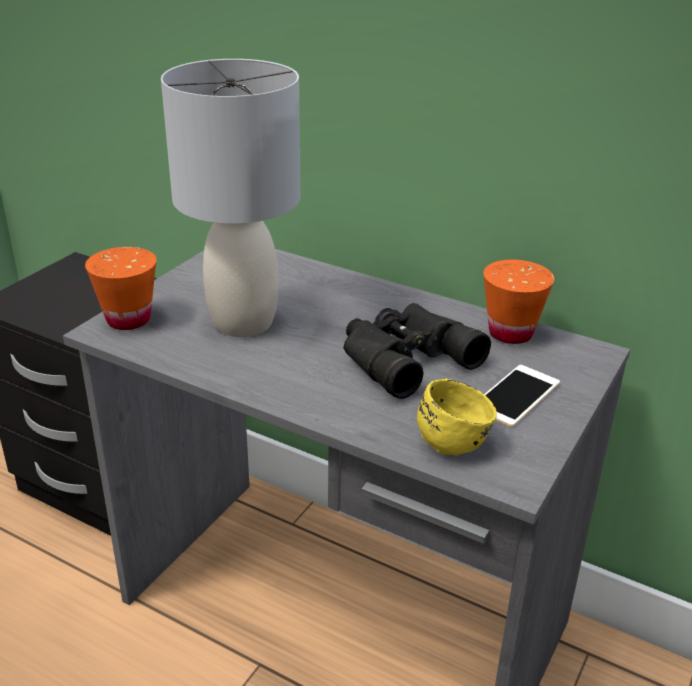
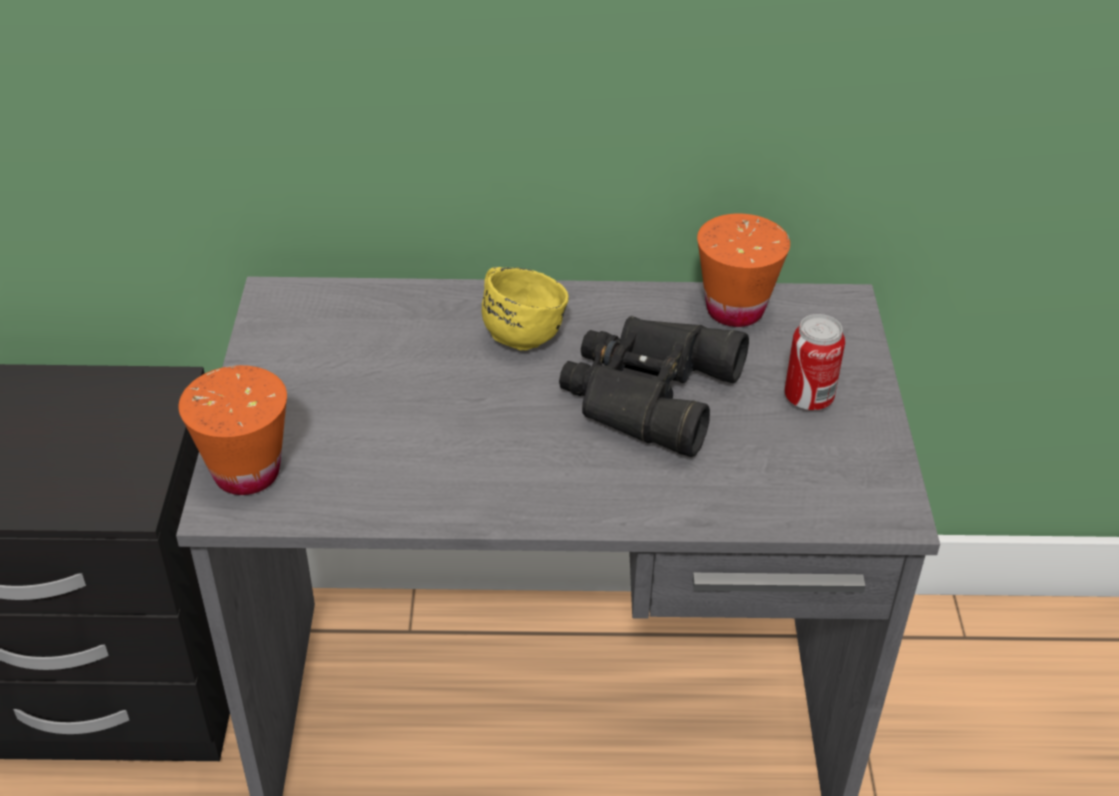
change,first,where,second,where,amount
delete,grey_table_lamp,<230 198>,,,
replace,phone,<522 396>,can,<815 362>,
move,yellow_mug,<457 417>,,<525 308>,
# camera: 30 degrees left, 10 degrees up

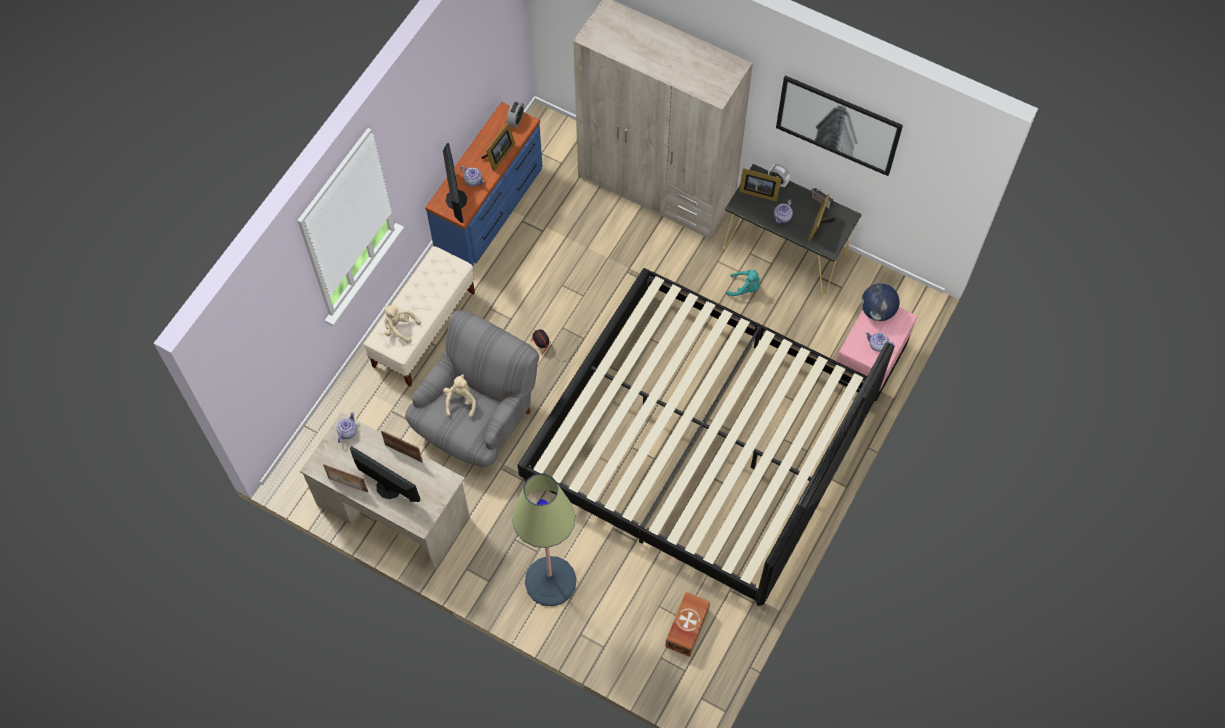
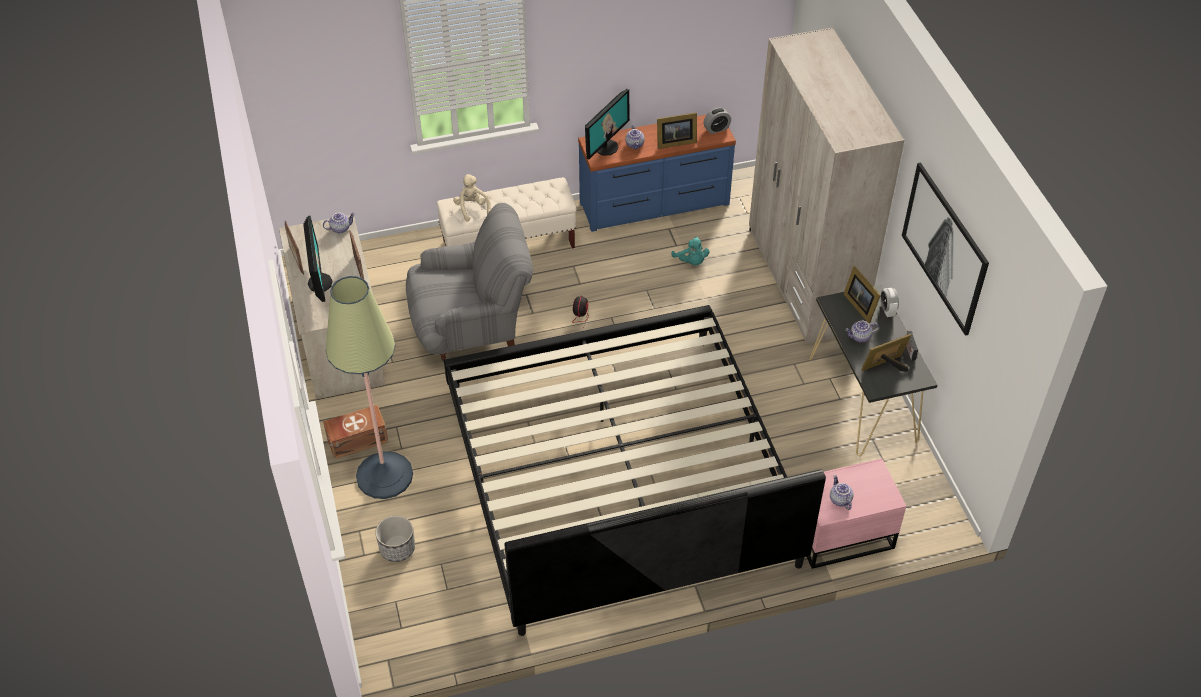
change,first,where,second,where,amount
move,turquoise_plush_toy,<743 282>,,<690 251>,
delete,globe,<880 302>,,,
delete,beige_plush_toy,<459 396>,,,
move,brown_storage_box,<687 624>,,<356 432>,
insert,,,planter,<395 538>,
# camera: 45 degrees right, 15 degrees down

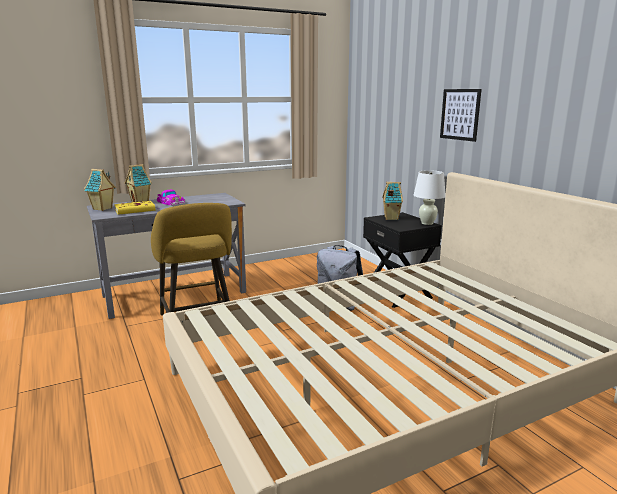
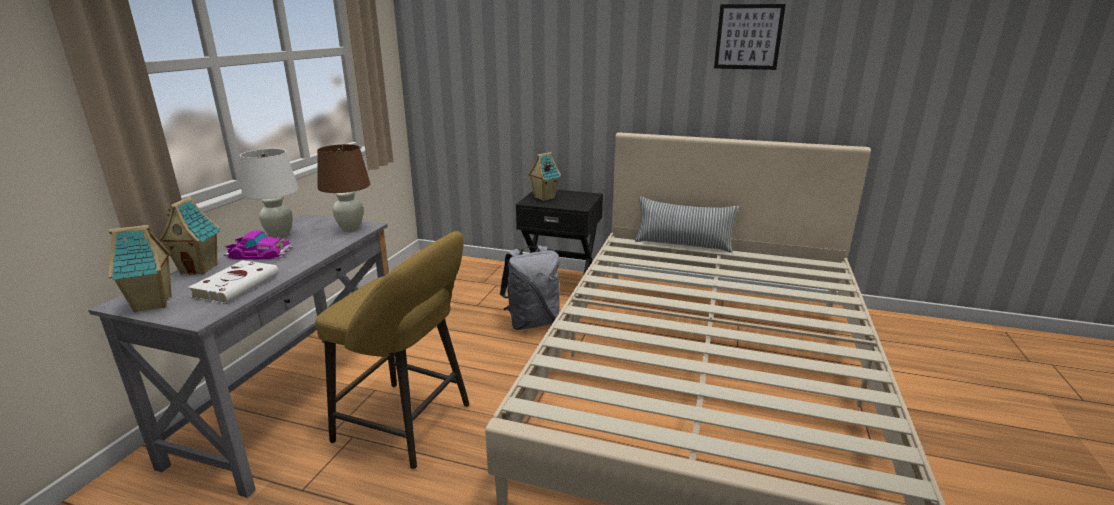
change,first,where,second,where,amount
move,picture,<461 115>,,<750 37>,
move,white_table_lamp,<429 197>,,<269 194>,
recolor,yellow_book,<137 208>,white_book,<233 282>,
insert,,,brown_table_lamp,<343 188>,
insert,,,pillow,<687 225>,
# camera: 45 degrees left, 5 degrees up

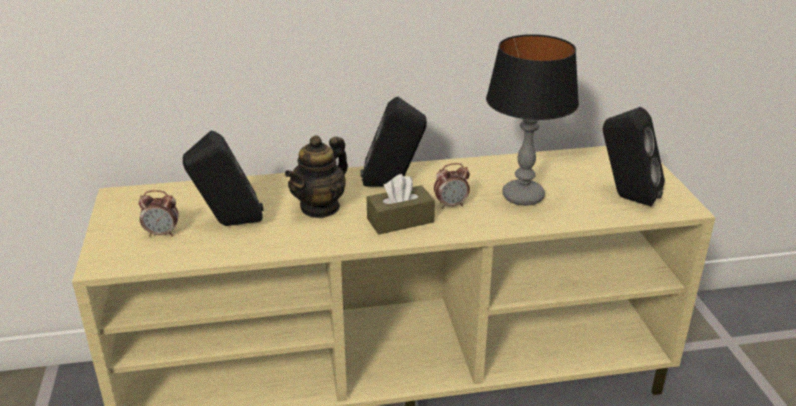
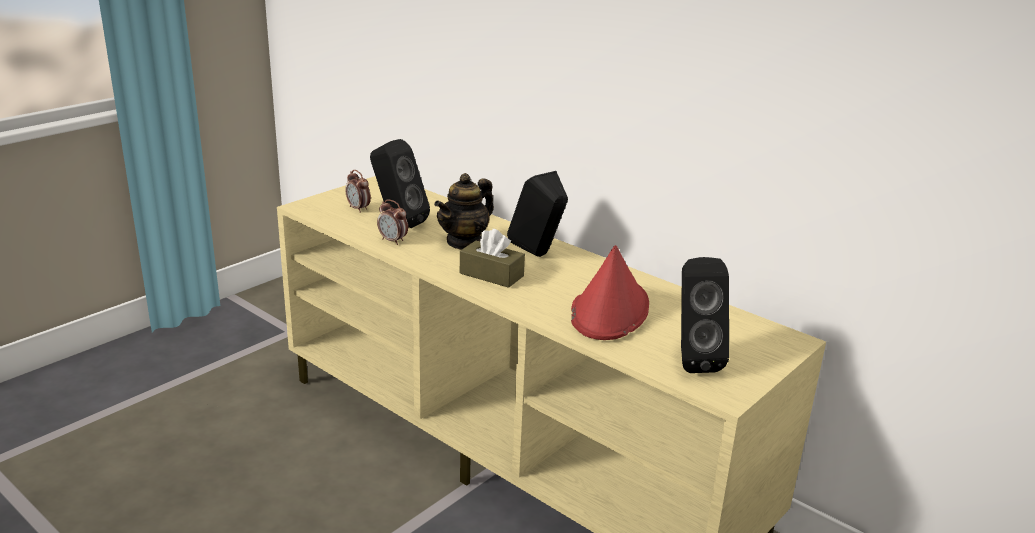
change,first,where,second,where,amount
replace,table_lamp,<532 120>,red_hat,<610 292>,
rotate,teapot,<316 176>,,<464 211>,45 degrees counterclockwise
move,alarm_clock,<452 186>,,<392 222>,
# camera: 50 degrees right, 5 degrees down

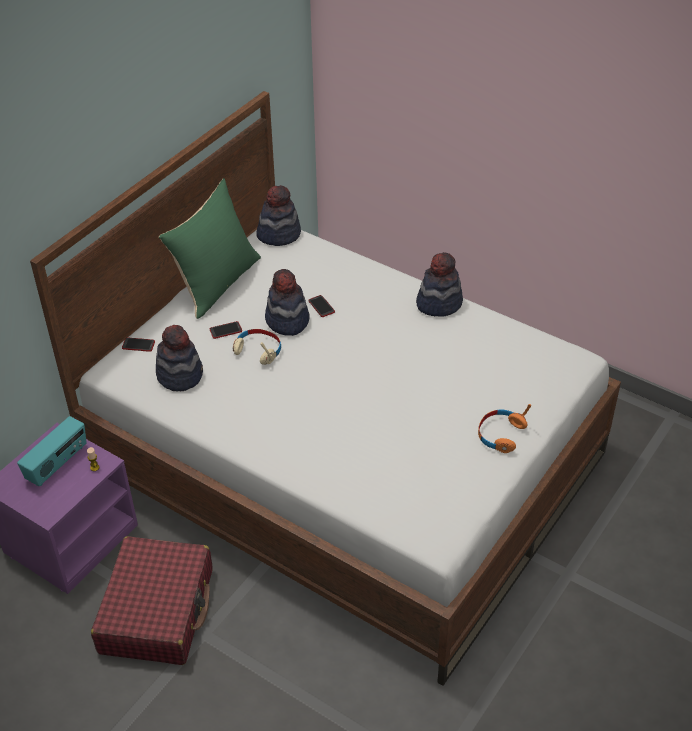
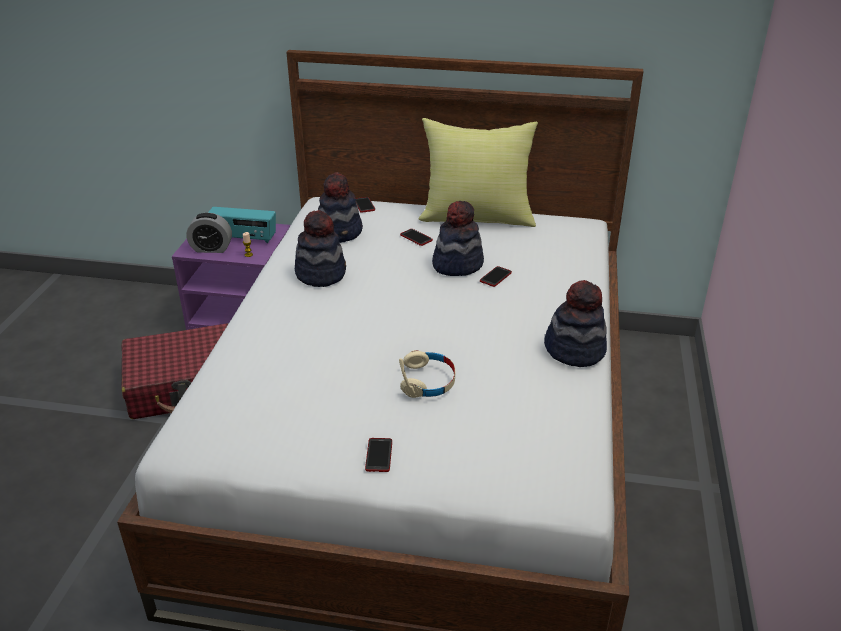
change,first,where,second,where,amount
recolor,green_pillow,<210 248>,yellow_pillow,<478 172>,
move,hat,<279 215>,,<320 248>,
move,beige_headphones,<257 347>,,<427 374>,
replace,orange_headphones,<504 428>,phone,<378 455>,
insert,,,alarm_clock,<209 233>,
# camera: 65 degrees right, 10 degrees down

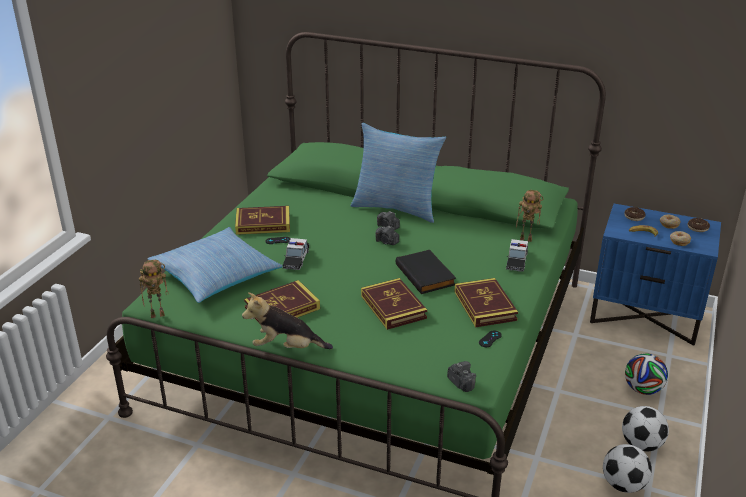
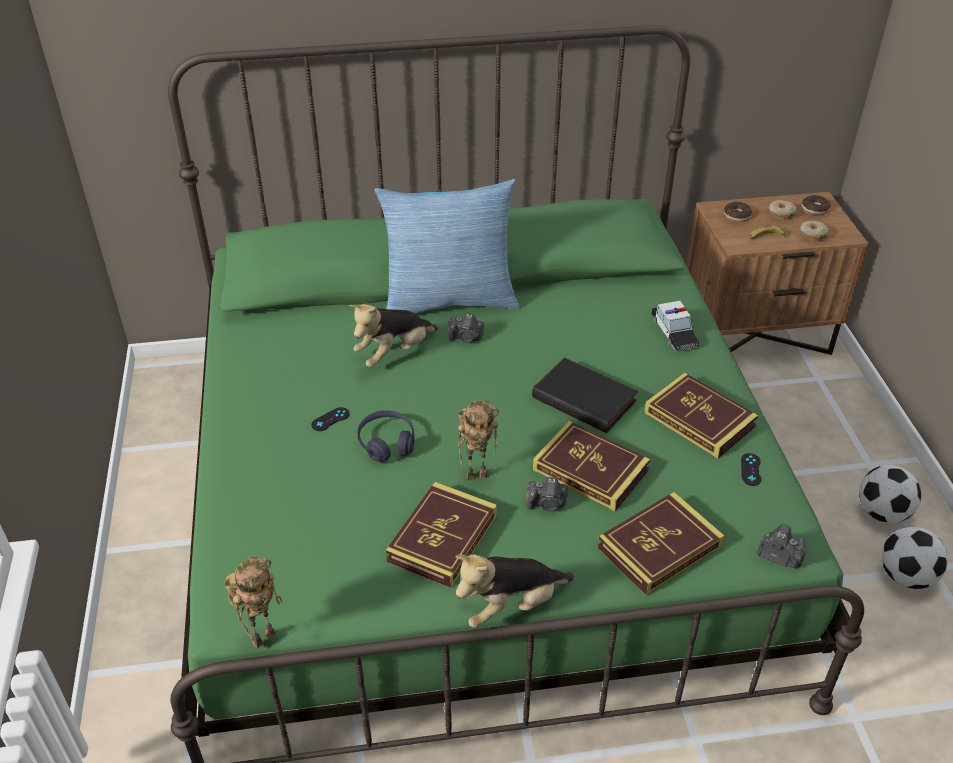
change,first,where,second,where,amount
move,toy_robot,<530 216>,,<478 440>,
recolor,blue_nightstand,<655 275>,brown_nightstand,<777 273>,
move,book,<262 220>,,<661 543>,
move,photo_camera,<387 235>,,<546 494>,
delete,pillow,<215 265>,,,
replace,toy_car,<295 254>,purple_headphones,<386 436>,
delete,football,<646 374>,,,
insert,,,plush_toy,<393 335>,
# camera: 30 degrees left, 10 degrees up

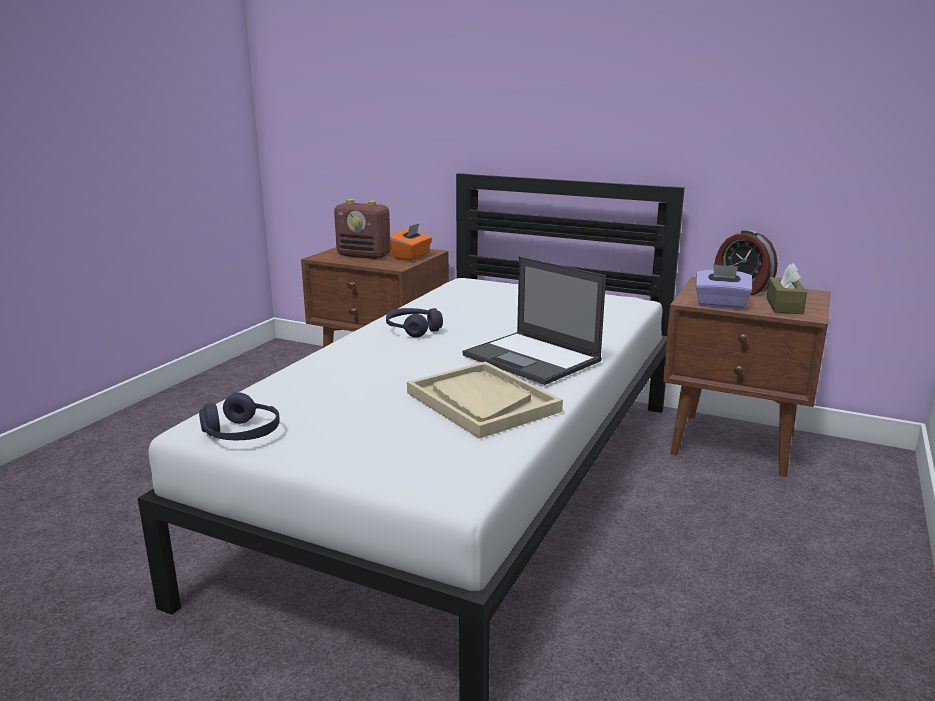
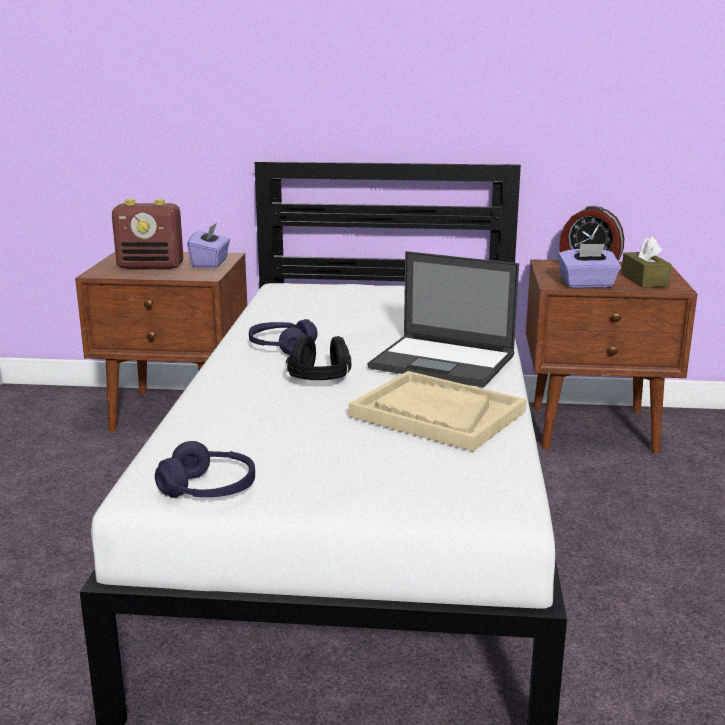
change,first,where,second,where,amount
recolor,orange_tissue_box,<410 242>,purple_tissue_box,<208 245>,
insert,,,black_headphones,<318 357>,
# camera: 20 degrees left, 0 degrees up

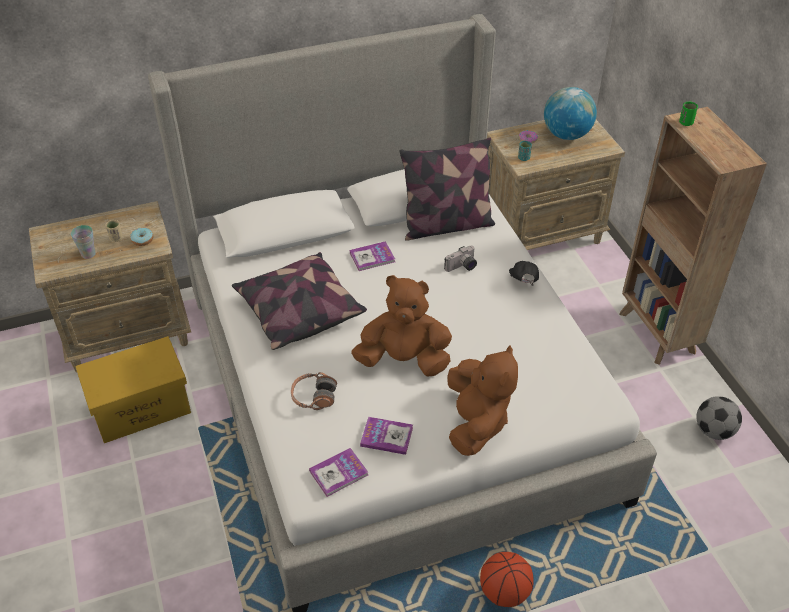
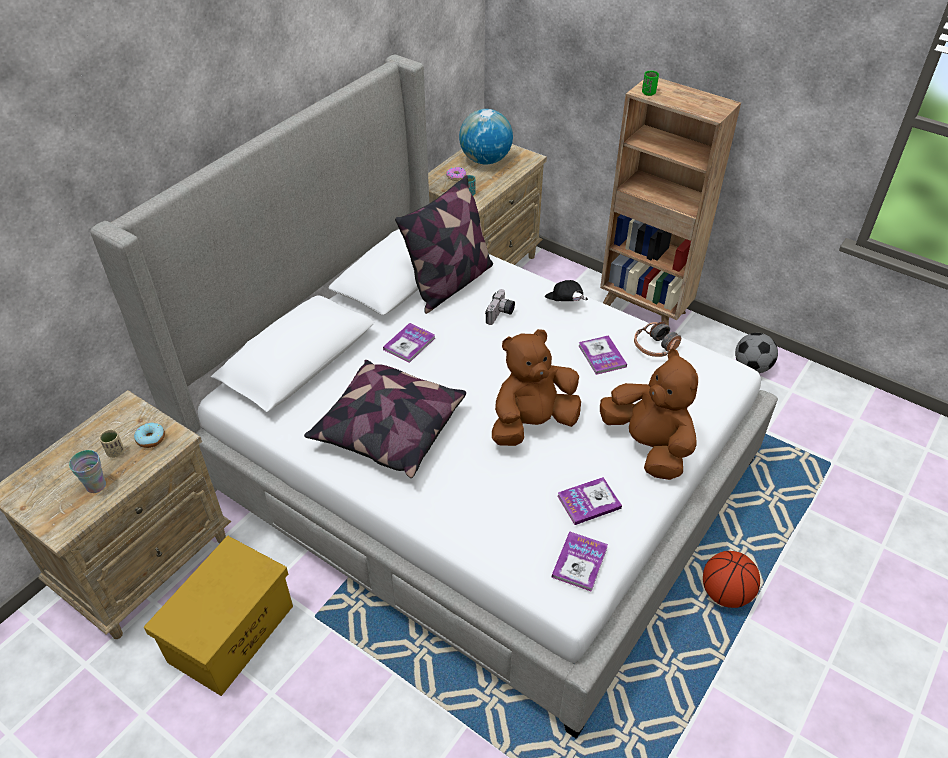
change,first,where,second,where,amount
move,headphones,<314 391>,,<657 339>,
insert,,,book,<603 355>,
# camera: 35 degrees left, 0 degrees up

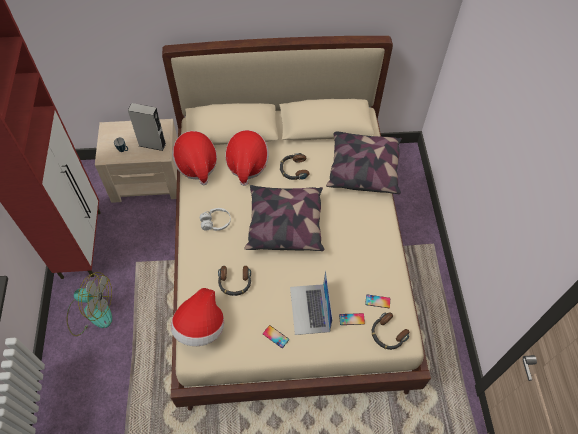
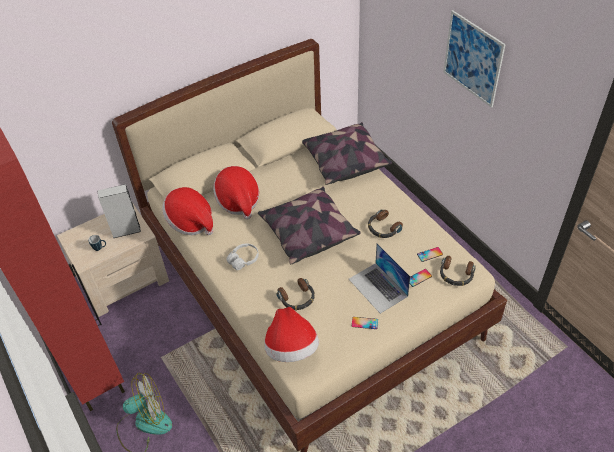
change,first,where,second,where,amount
move,headphones,<295 166>,,<385 224>,
insert,,,picture,<474 59>,
# camera: 25 degrees left, 10 degrees down

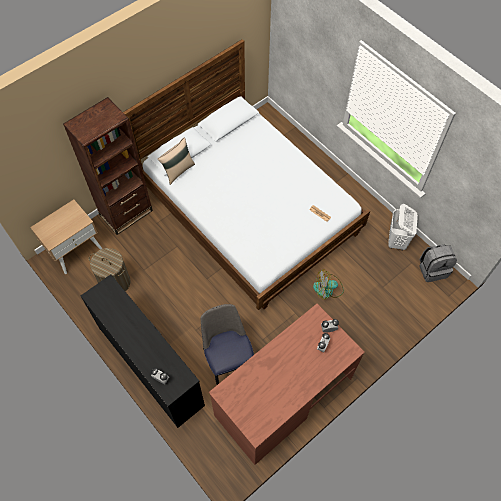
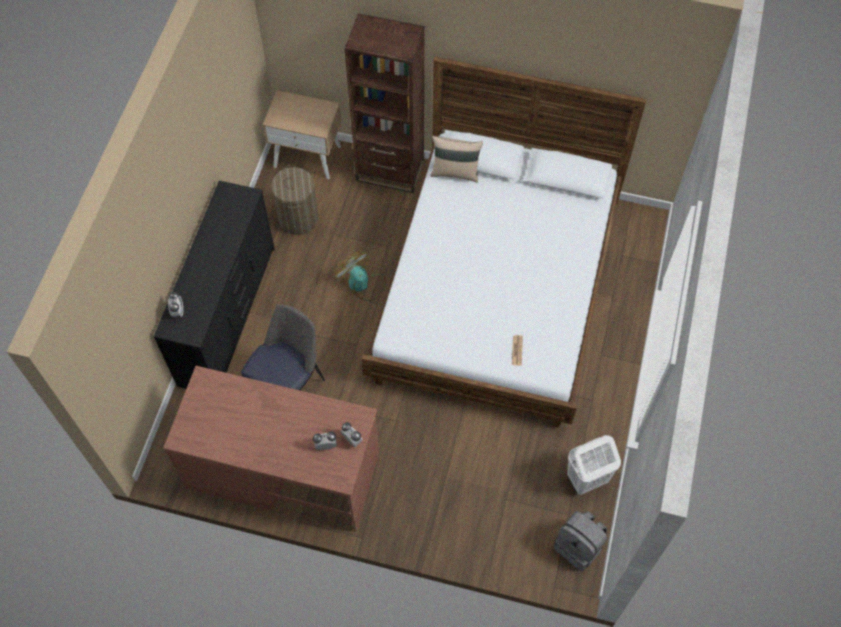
change,first,where,second,where,amount
move,fan,<328 284>,,<360 276>,
# camera: 55 degrees right, 0 degrees up

